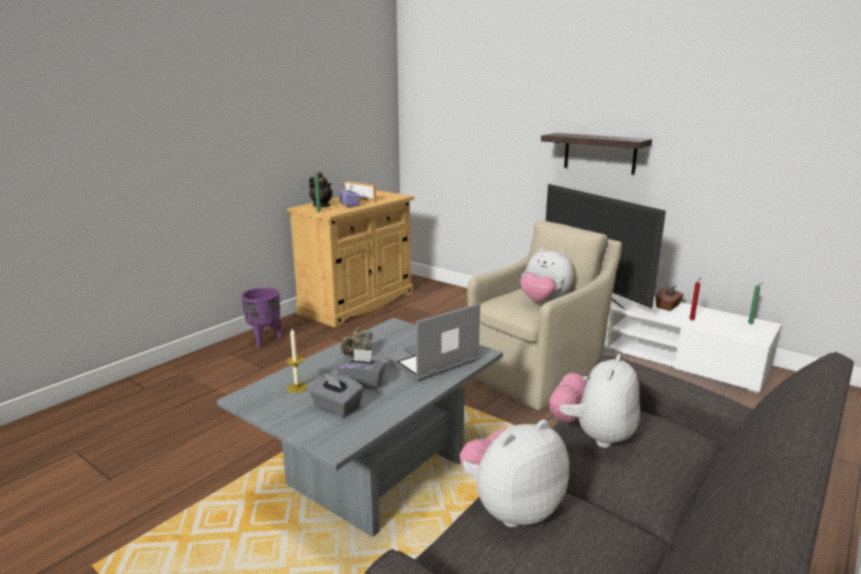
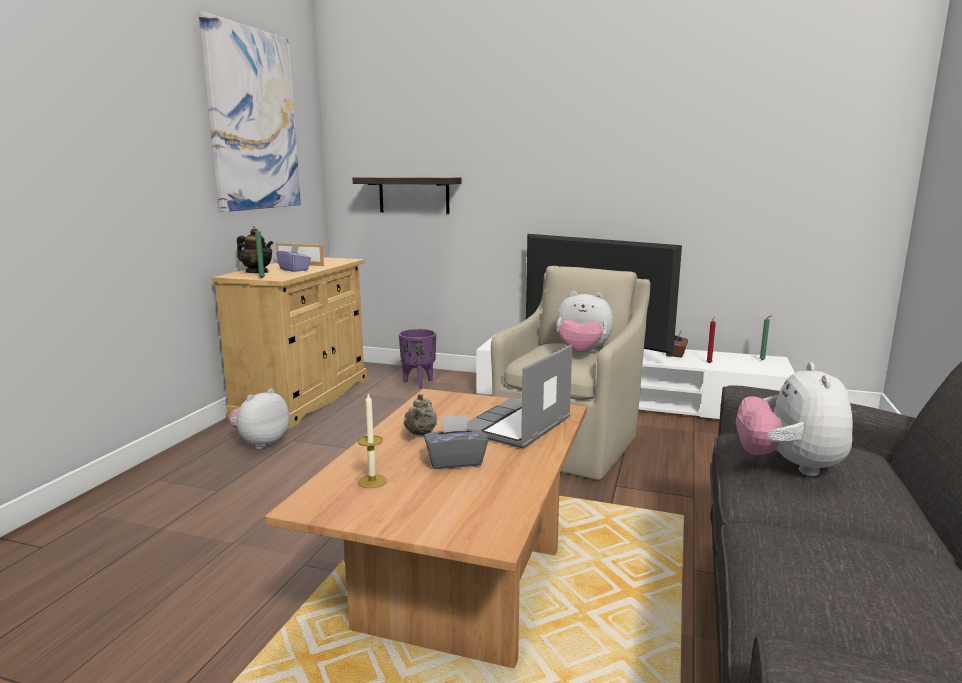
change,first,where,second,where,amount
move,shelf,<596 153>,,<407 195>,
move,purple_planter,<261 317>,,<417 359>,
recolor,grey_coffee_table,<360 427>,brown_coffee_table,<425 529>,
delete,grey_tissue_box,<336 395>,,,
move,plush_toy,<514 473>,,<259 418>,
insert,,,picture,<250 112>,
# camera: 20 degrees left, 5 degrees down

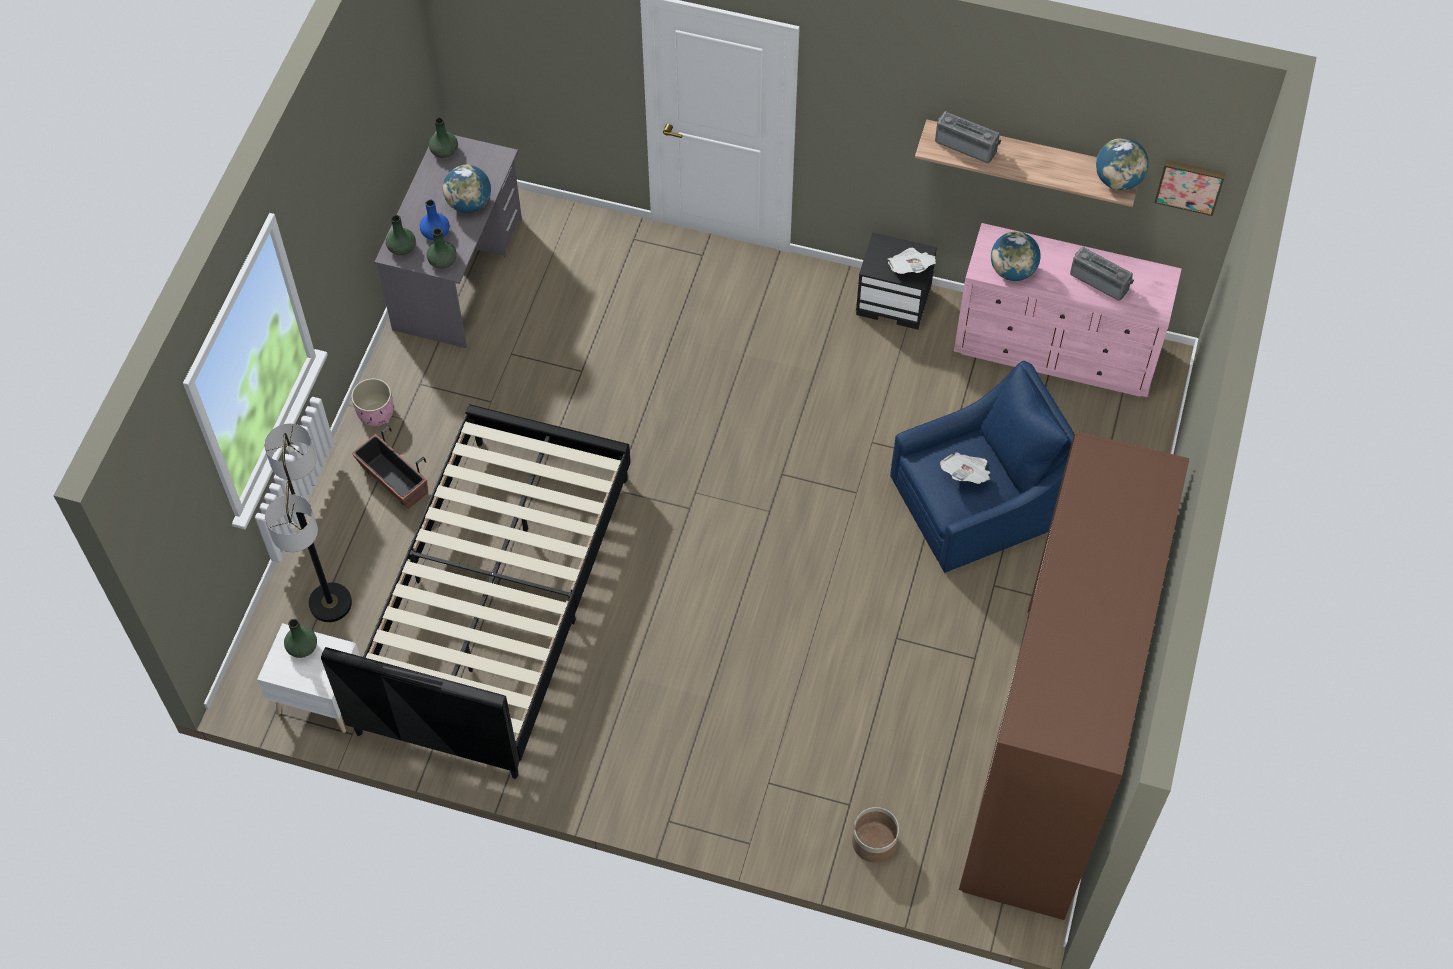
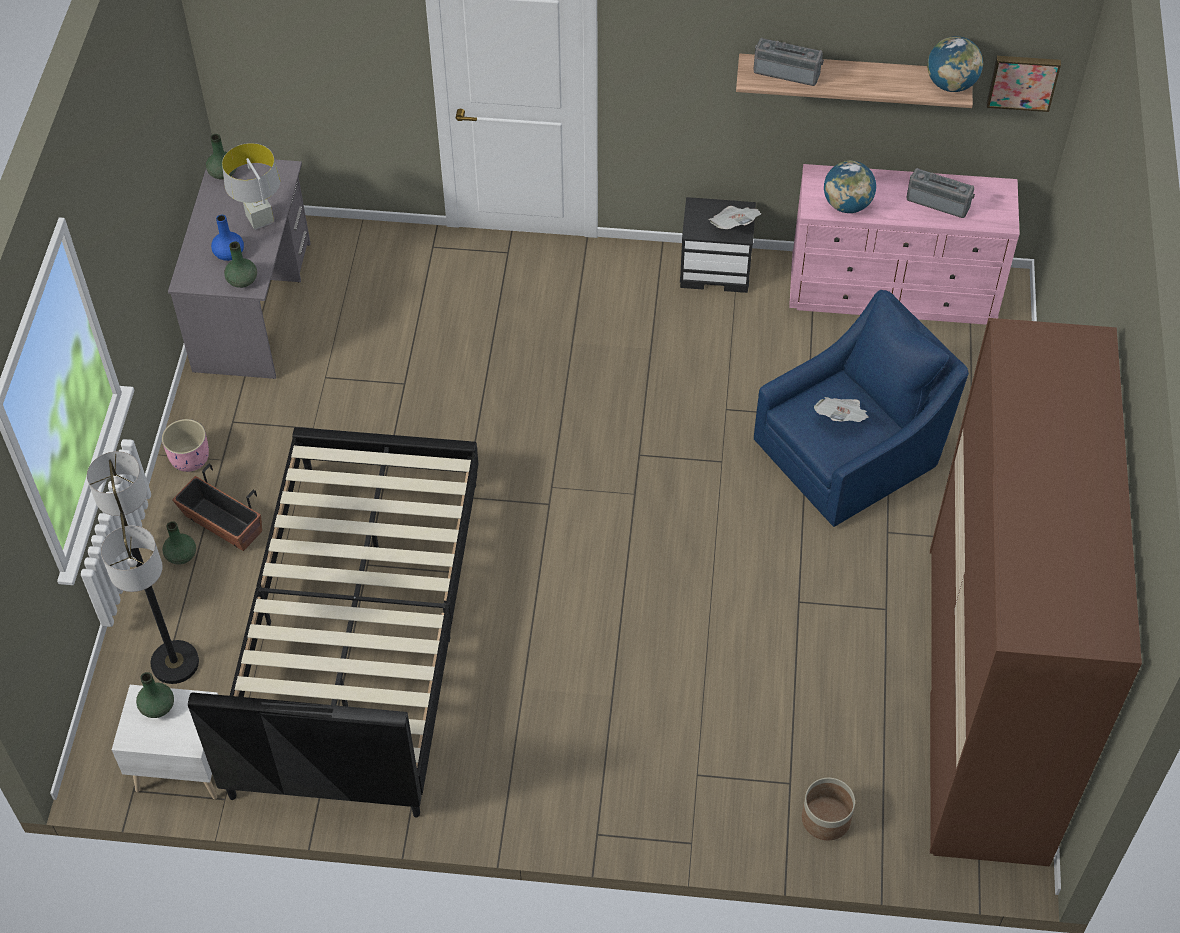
change,first,where,second,where,amount
replace,globe,<467 189>,grey_table_lamp,<251 186>,
move,green_vase,<401 235>,,<179 543>,
# camera: 10 degrees left, 5 degrees down

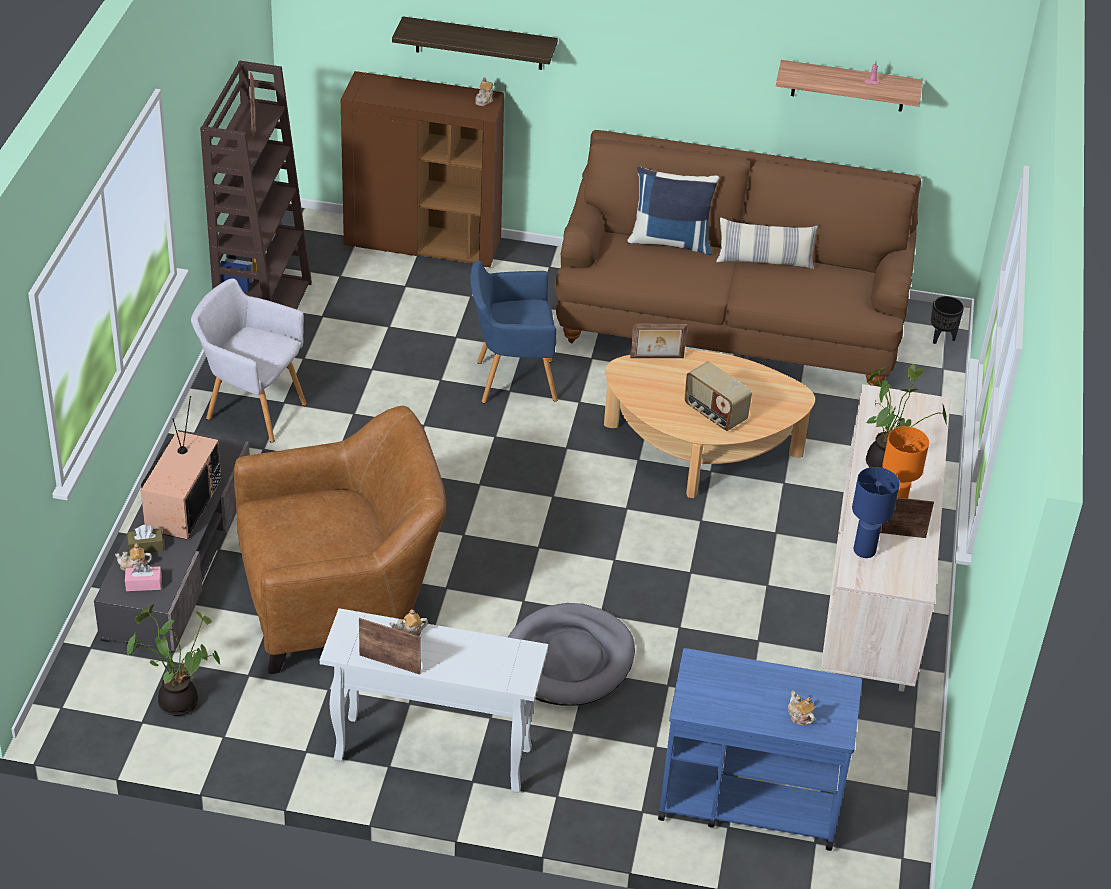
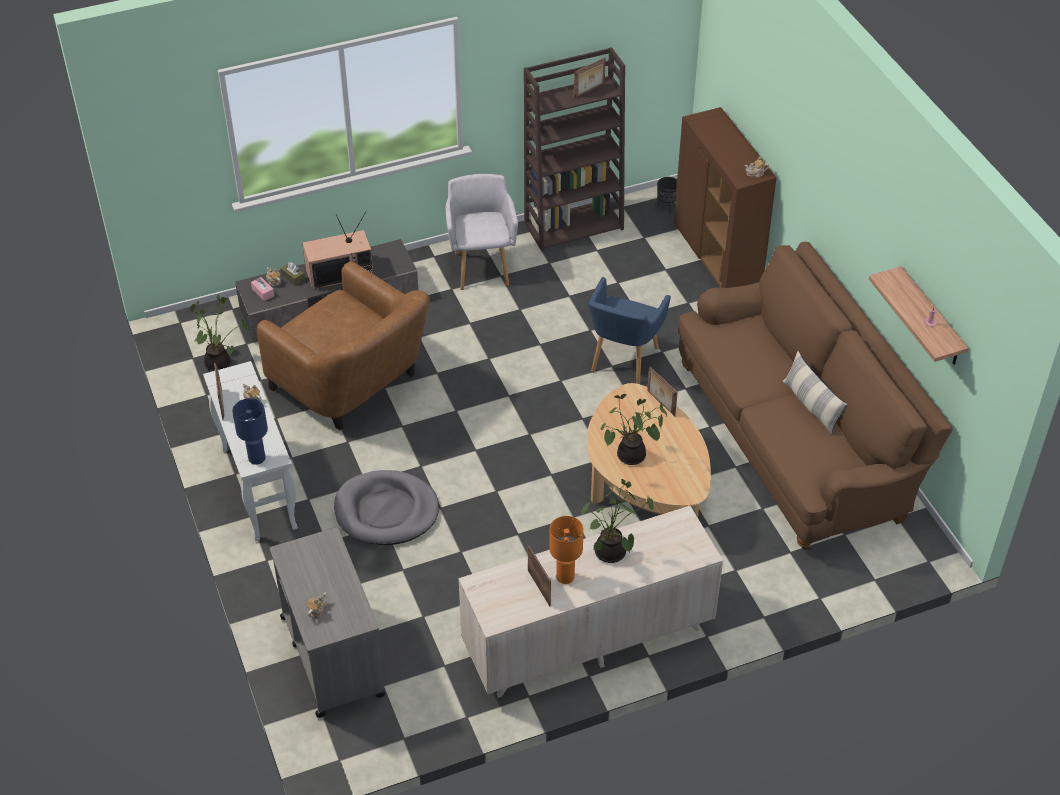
change,first,where,second,where,amount
delete,shelf,<475 43>,,,
delete,blue_pillow,<673 211>,,,
rotate,blue_armchair,<514 332>,,<629 330>,120 degrees counterclockwise
move,black_planter,<947 320>,,<667 195>,
replace,radio,<718 396>,potted_plant,<634 429>,
move,blue_table_lamp,<876 512>,,<250 431>,
recolor,blue_cart,<760 749>,grey_cart,<327 622>,
# camera: 60 degrees right, 5 degrees up

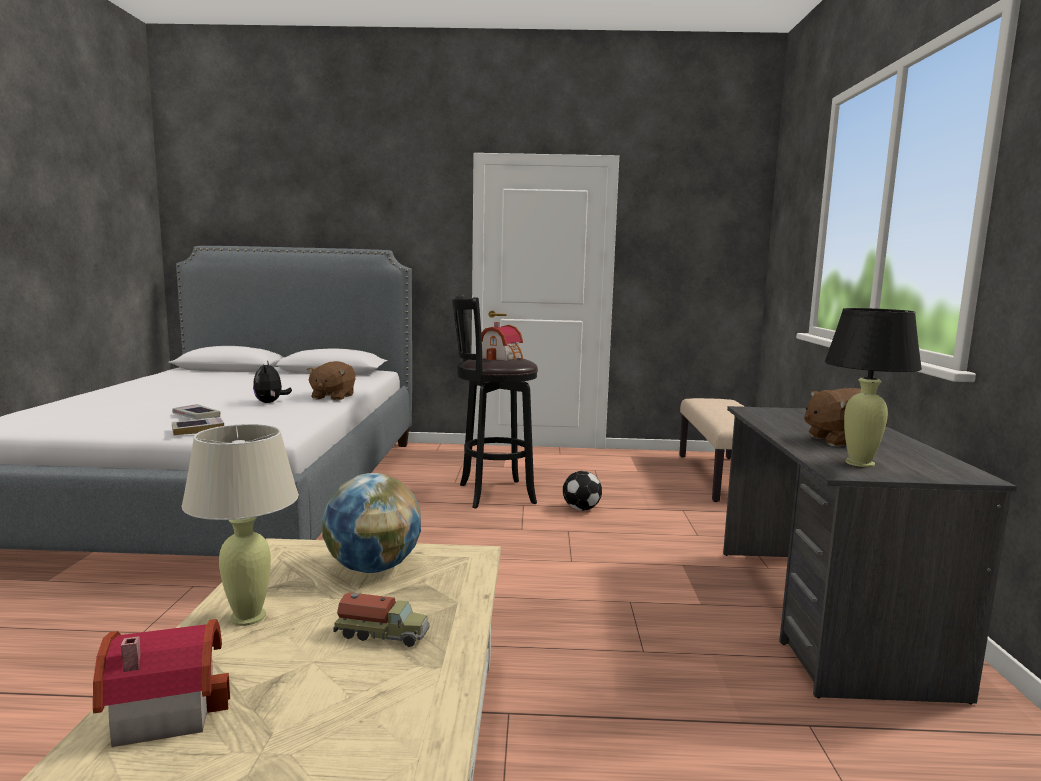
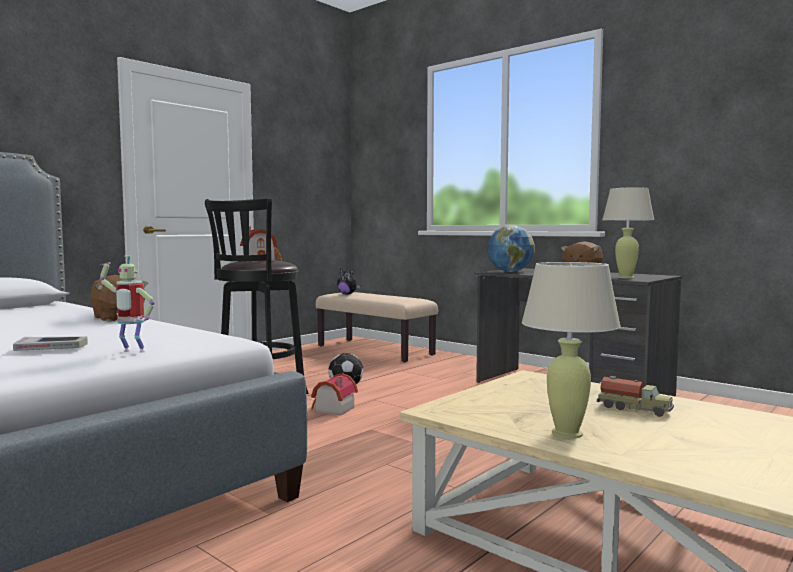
change,first,where,second,where,amount
recolor,black_table_lamp,<873 387>,beige_table_lamp,<628 232>,
move,plush_toy,<272 382>,,<348 282>,
replace,book,<198 426>,toy_robot,<127 304>,
move,globe,<371 523>,,<511 248>,
rotate,toy_truck,<381 619>,,<635 396>,75 degrees clockwise
move,toy_house,<161 683>,,<334 394>,
# camera: 50 degrees left, 5 degrees down

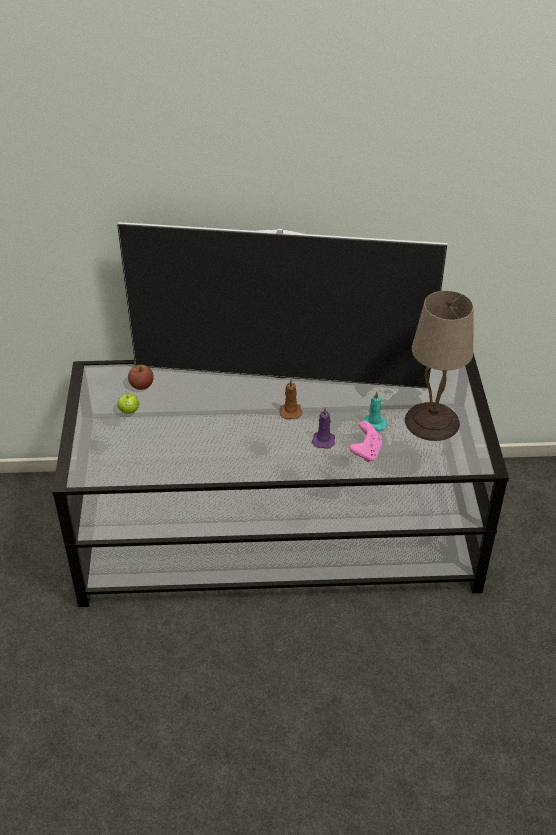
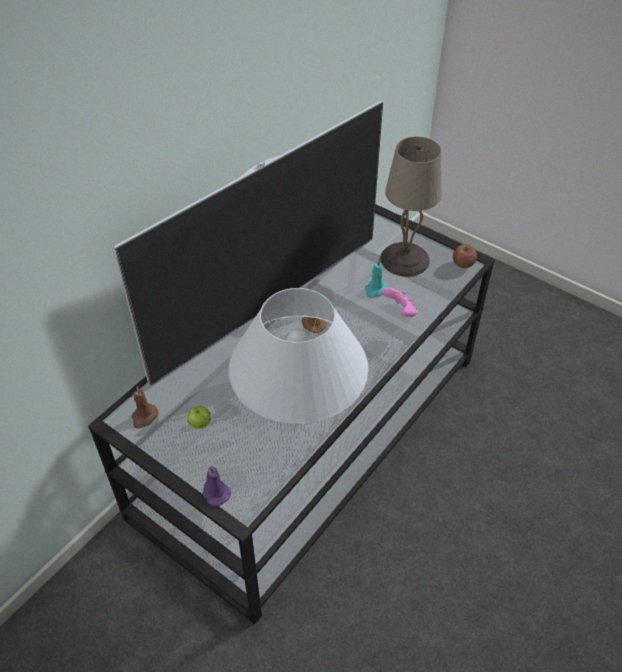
change,first,where,second,where,amount
move,apple,<141 377>,,<465 256>,
move,purple_candle,<323 428>,,<216 485>,
insert,,,white_table_lamp,<298 356>,
insert,,,brown_candle,<145 407>,
# camera: 50 degrees left, 5 degrees up

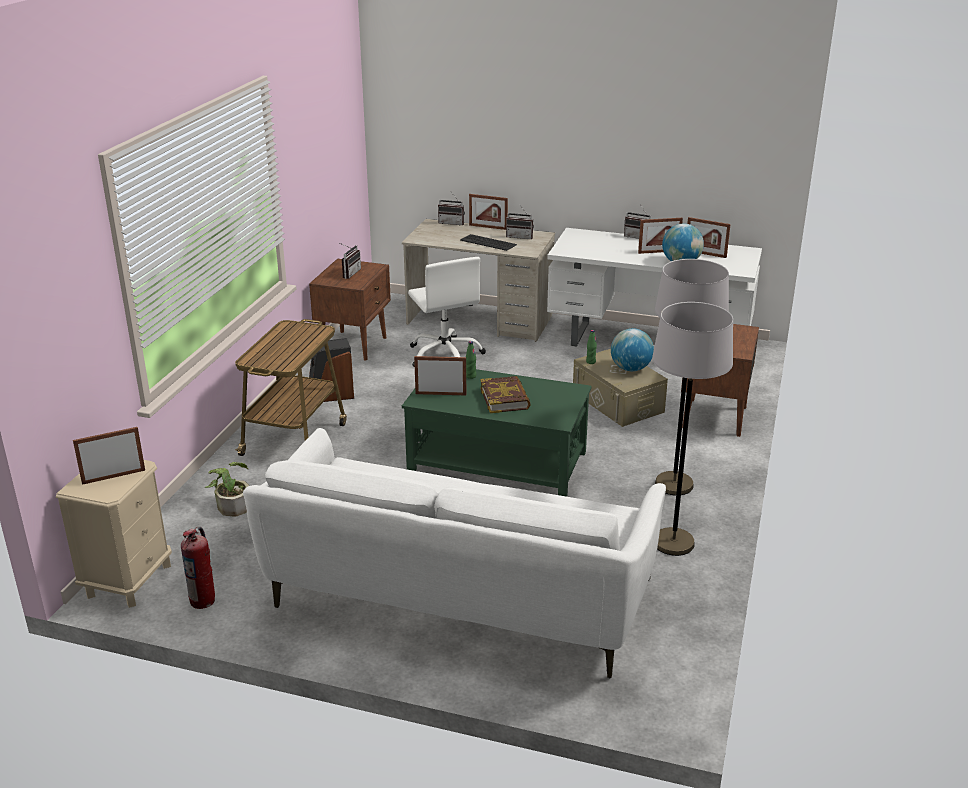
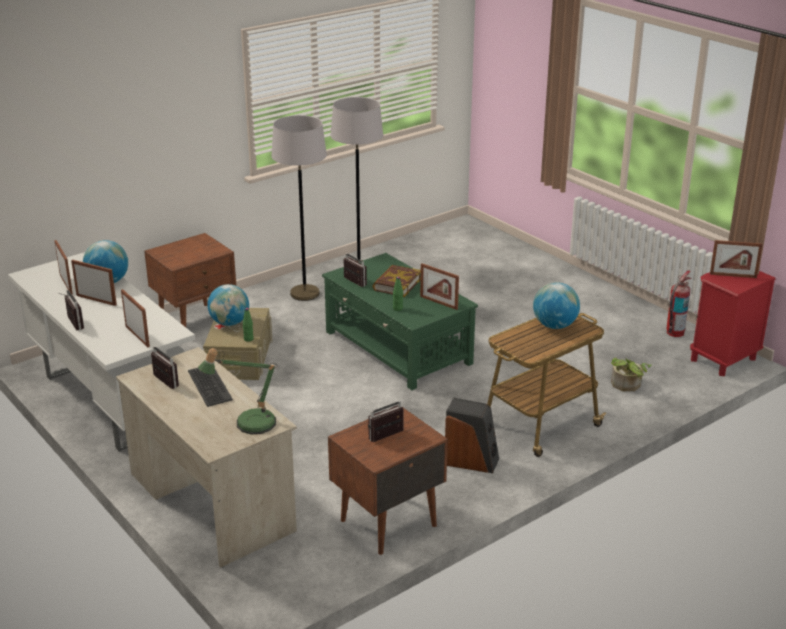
change,first,where,second,where,amount
move,radio,<451 209>,,<355 270>,
move,picture_frame,<488 212>,,<135 318>,
delete,white_office_chair,<447 312>,,,
delete,white_sofa,<454 553>,,,
recolor,beige_nightstand,<114 534>,red_nightstand,<733 323>,
insert,,,globe,<556 305>,
insert,,,table_lamp,<238 391>,
# camera: 145 degrees left, 0 degrees up

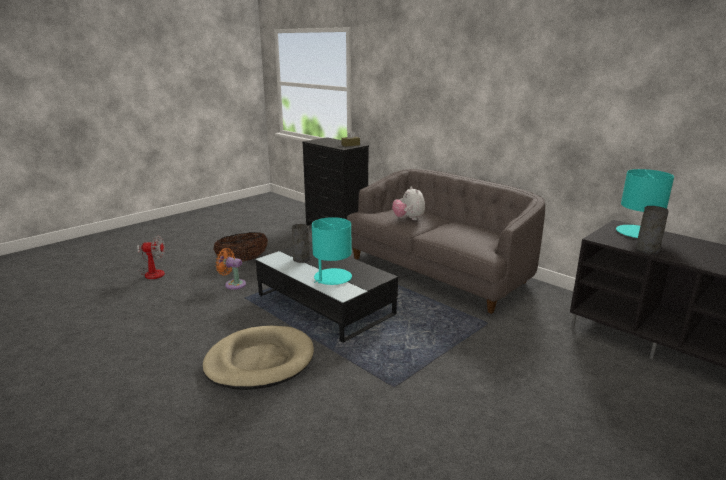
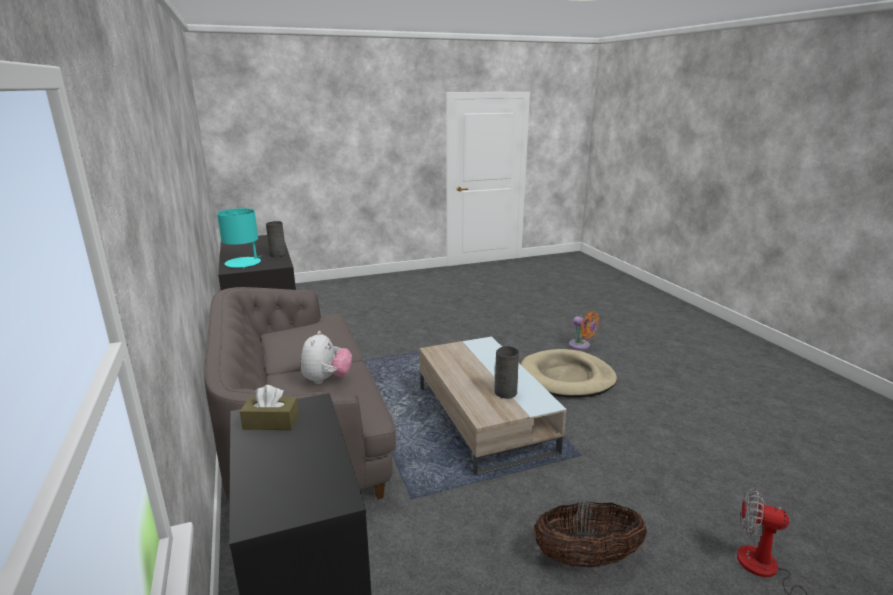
change,first,where,second,where,amount
delete,turquoise_table_lamp,<332 251>,,,
recolor,black_coffee_table,<327 292>,beige_coffee_table,<492 406>,
move,orange_fan,<231 269>,,<584 330>,
# camera: 155 degrees left, 0 degrees up

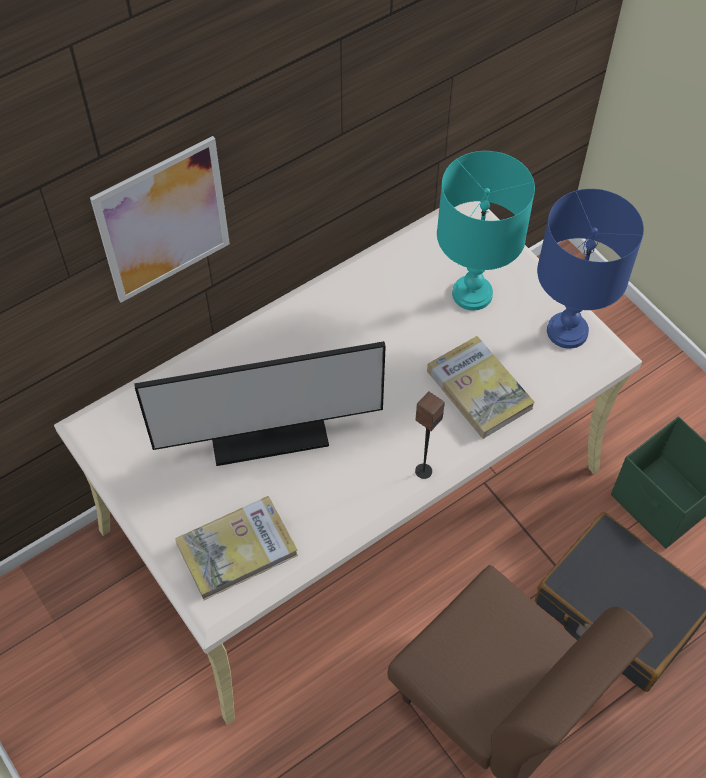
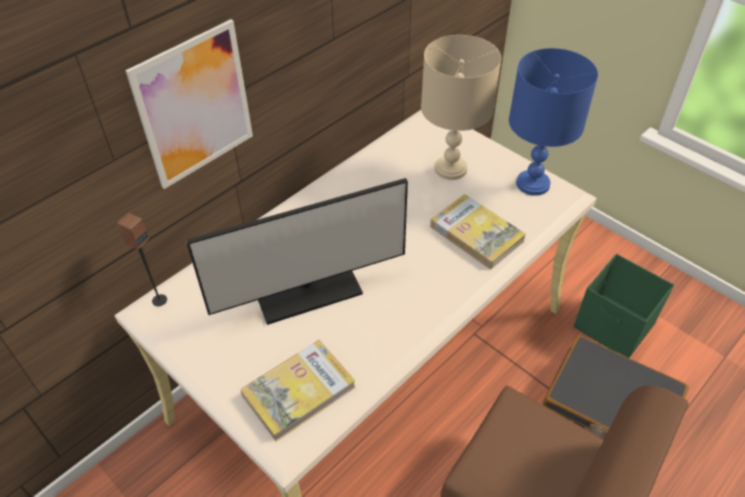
change,first,where,second,where,amount
recolor,turquoise_table_lamp,<486 230>,beige_table_lamp,<461 107>,
move,speaker,<430 435>,,<142 259>,
# camera: 10 degrees left, 10 degrees down

